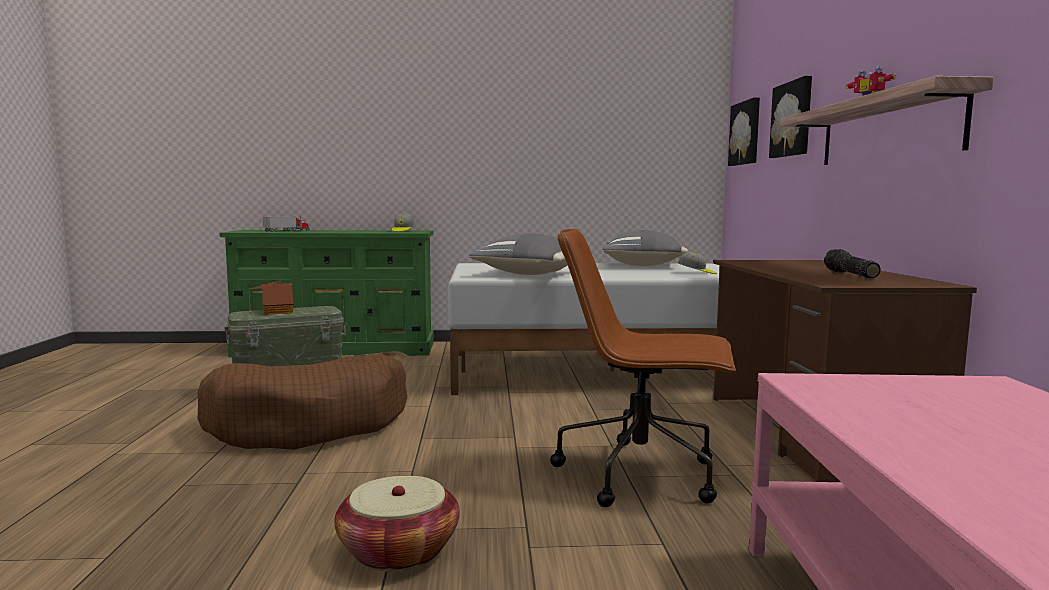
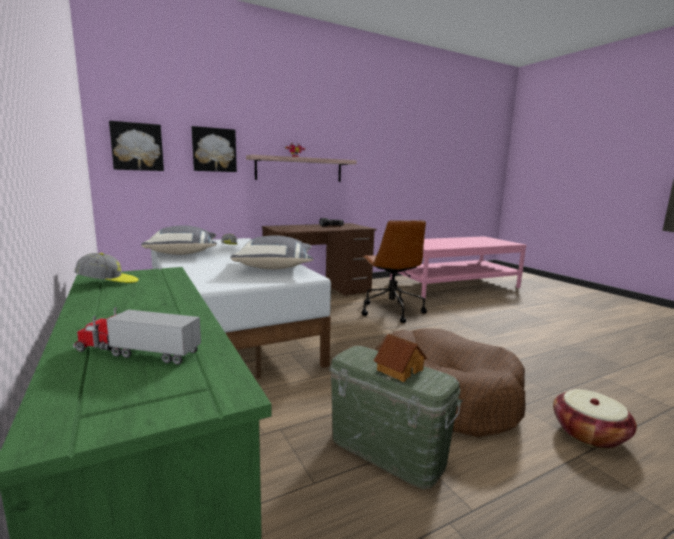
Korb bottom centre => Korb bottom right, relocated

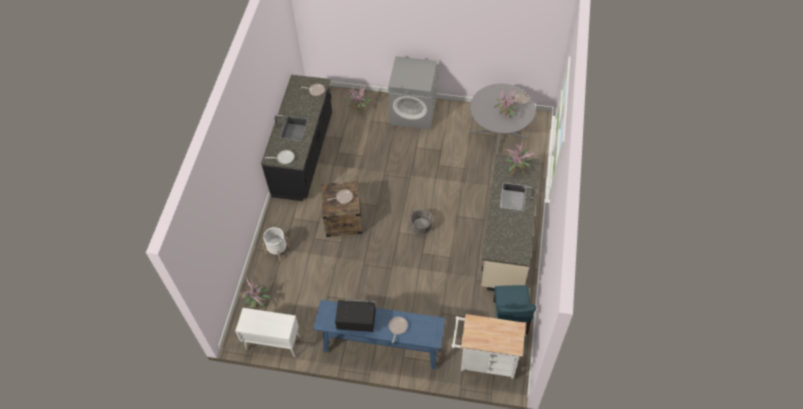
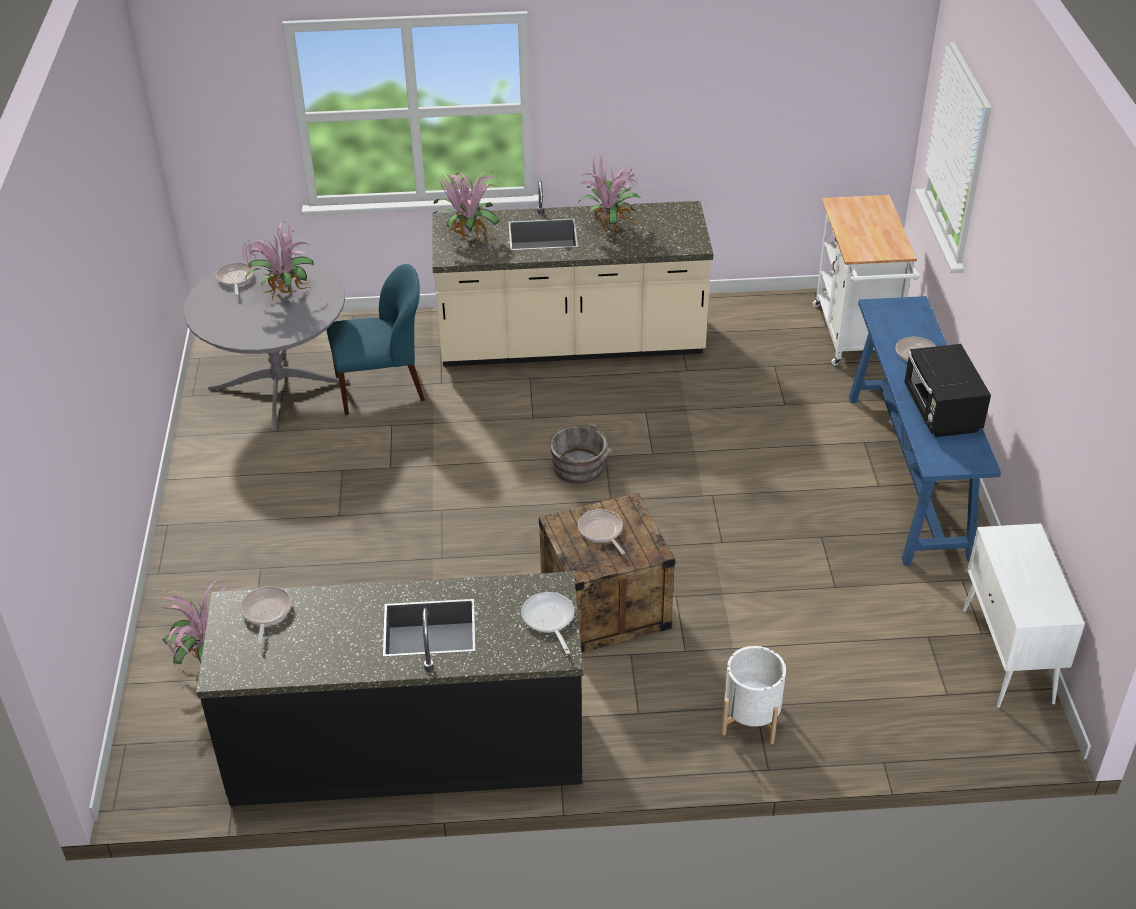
Stuhl [blau] bottom centre => Stuhl [blau] middle left, relocated
Topfpflanze (no. 1 from left in the first image) bottom left => Topfpflanze (no. 4 from left) top centre, relocated
Waschmaschine [grau] top centre => nothing

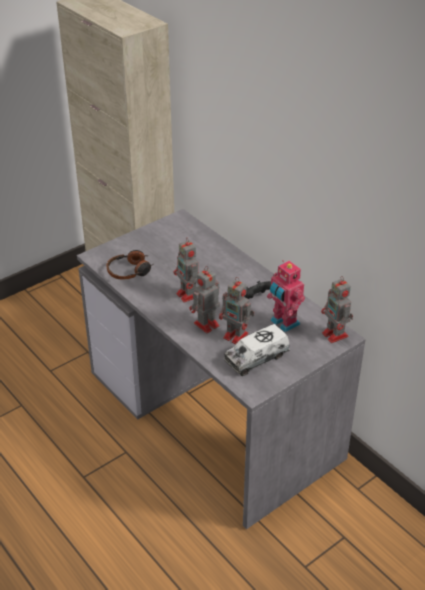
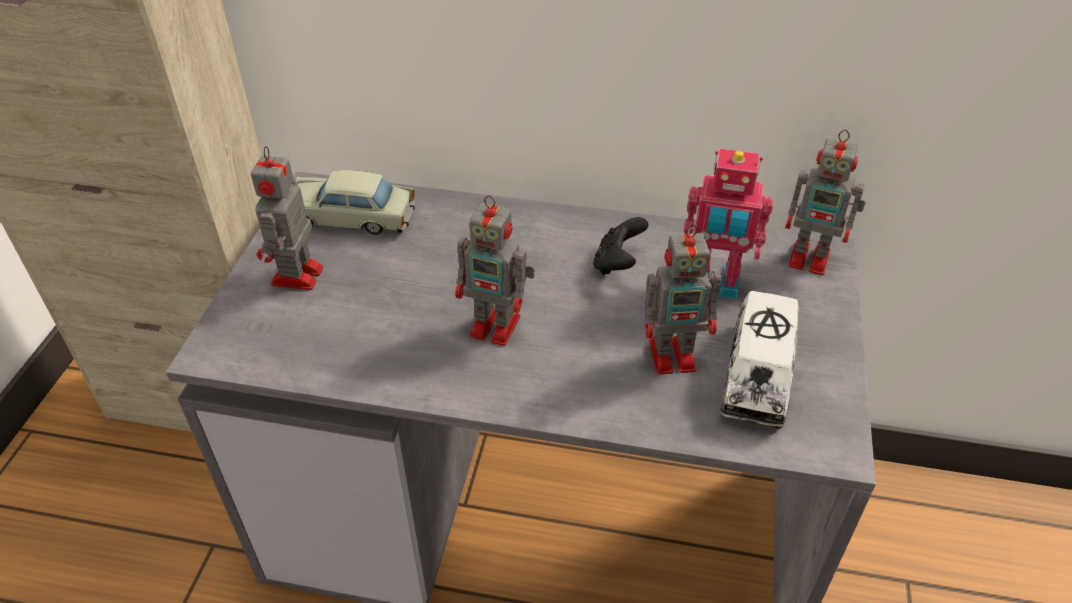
Spielzeugroboter (no. 2 from left in the first image) centre => Spielzeugroboter (no. 1 from left) middle left, relocated
nothing => Spielzeugauto [beige] middle left
Kopfhörer middle left => nothing

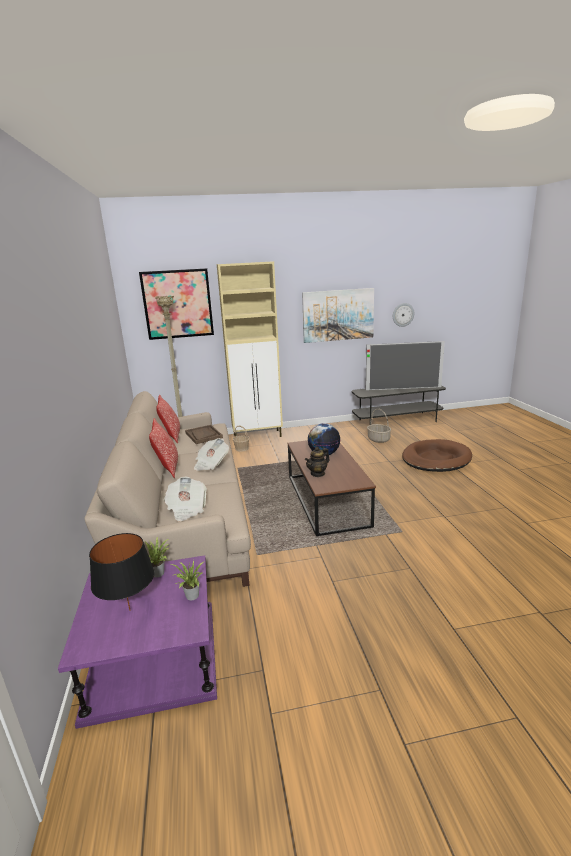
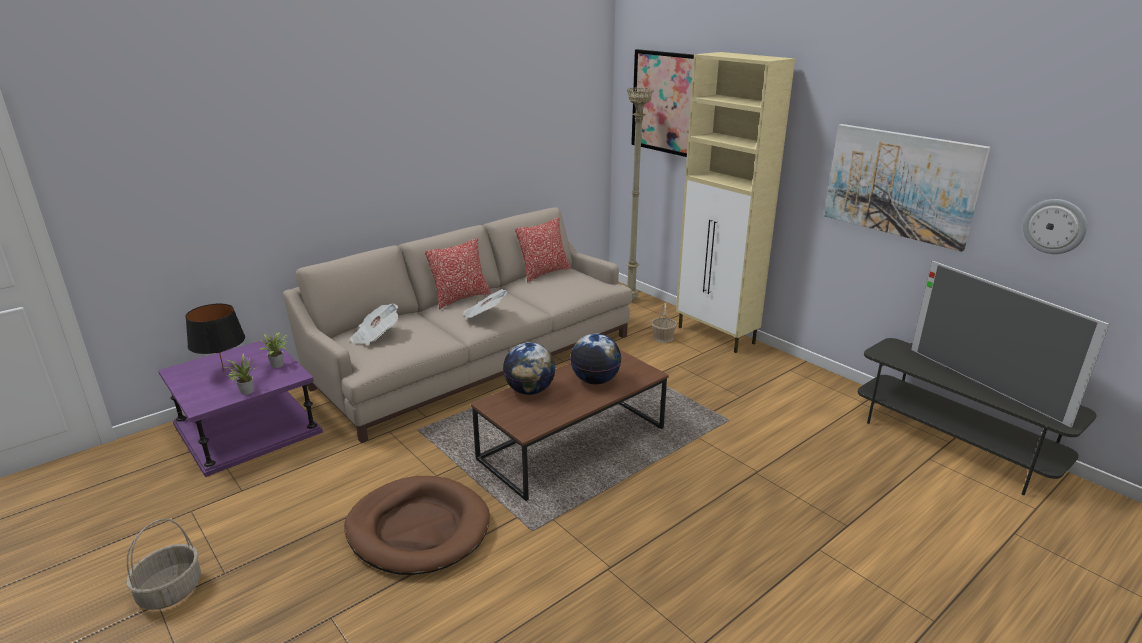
Korb (no. 2 from left in the first image) centre => Korb (no. 1 from left) bottom left, relocated
Hundebett [braun] middle right => Hundebett [braun] bottom centre, relocated
Teekanne centre => Globus (no. 1 from left) centre
Tablett [braun] centre => nothing

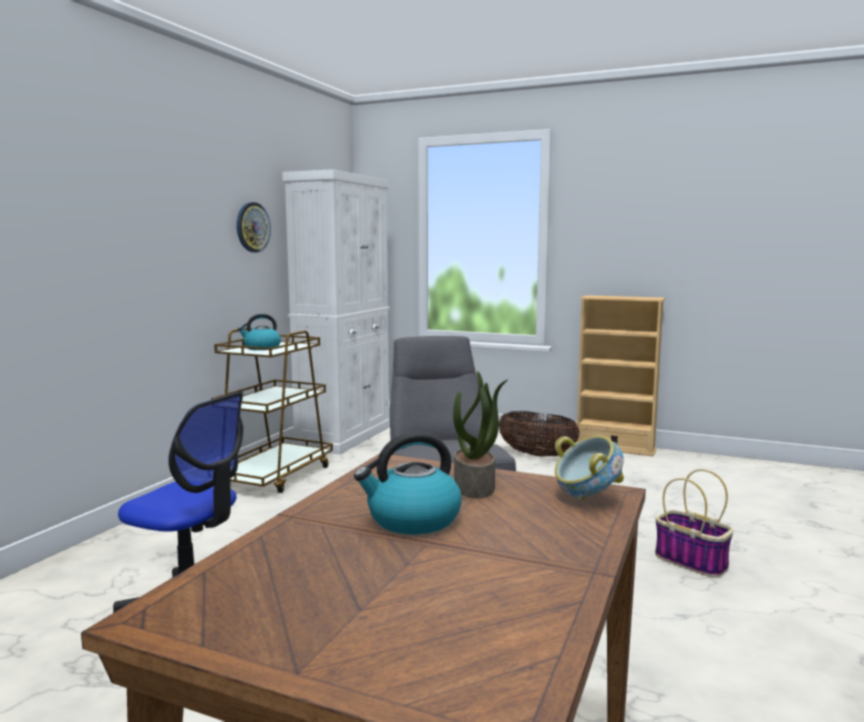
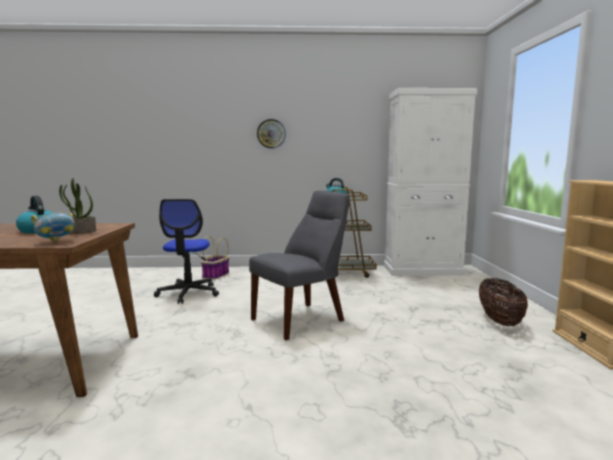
Korb (no. 2 from left in the first image) bottom right => Korb (no. 1 from left) centre, relocated
Wanduhr top left => Wanduhr top centre, relocated

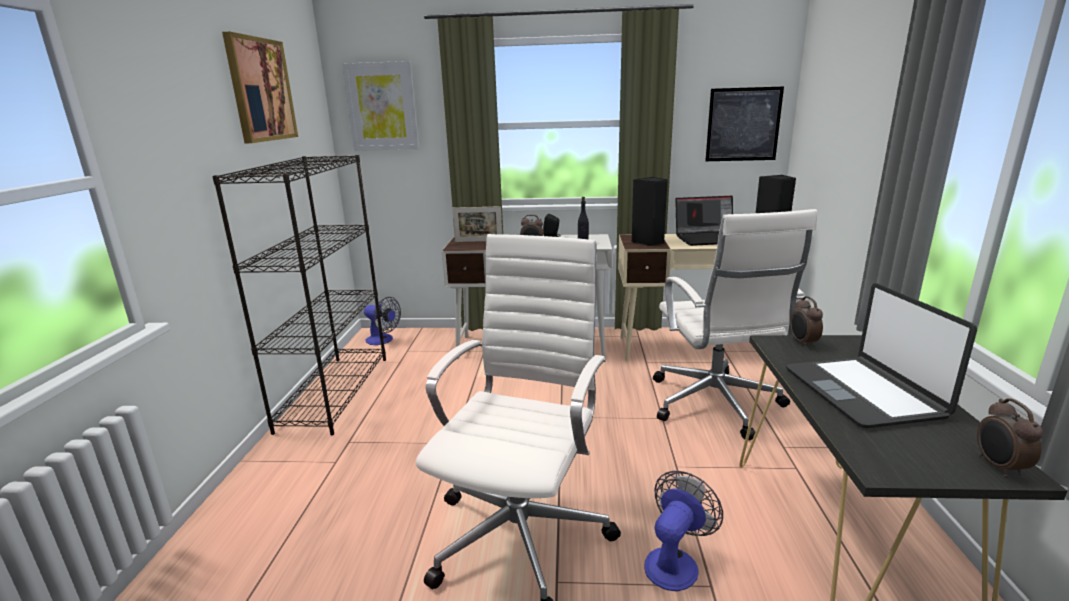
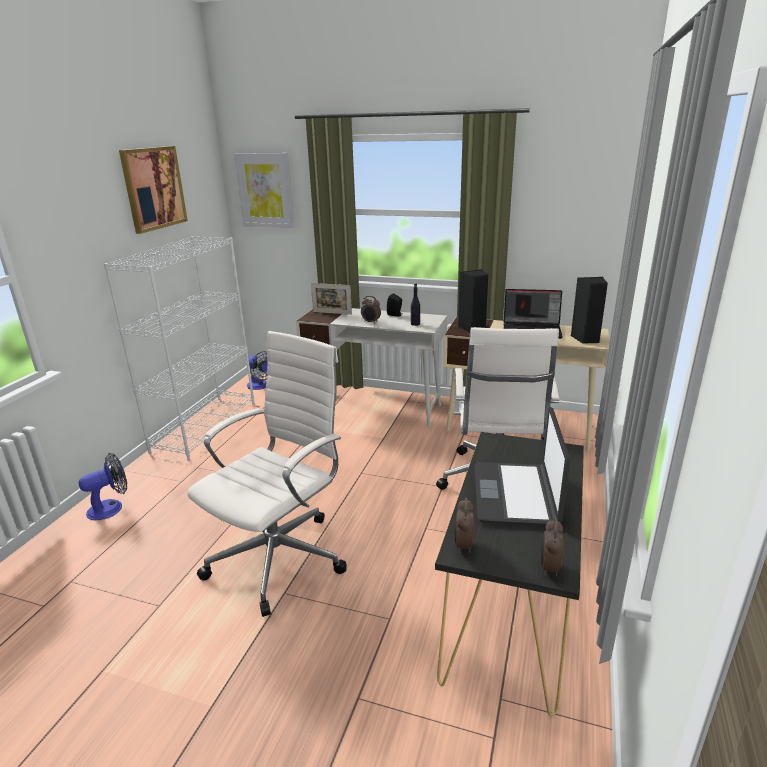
Ventilator (no. 2 from left in the first image) bottom centre => Ventilator (no. 1 from left) middle left, relocated
Bücherregal [schwarz] middle left => Bücherregal [weiß] middle left
Wecker (no. 2 from left) middle right => Wecker (no. 2 from left) bottom centre, relocated
Bild (no. 3 from left) top right => nothing

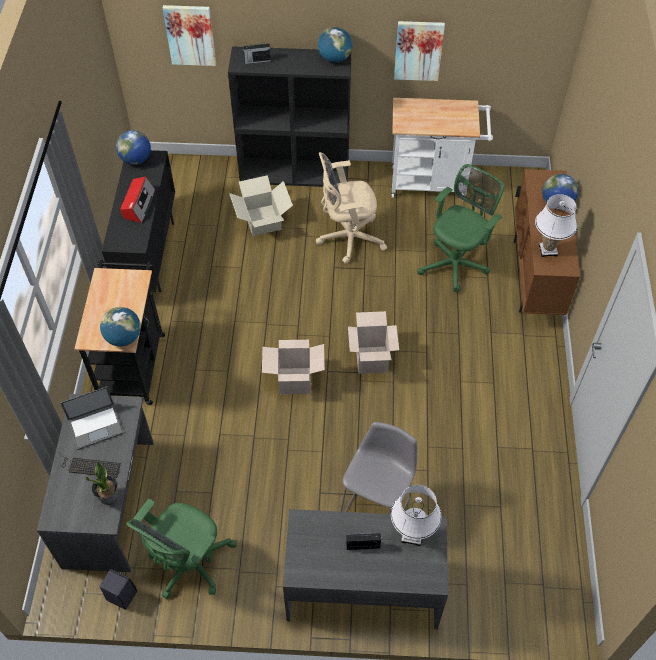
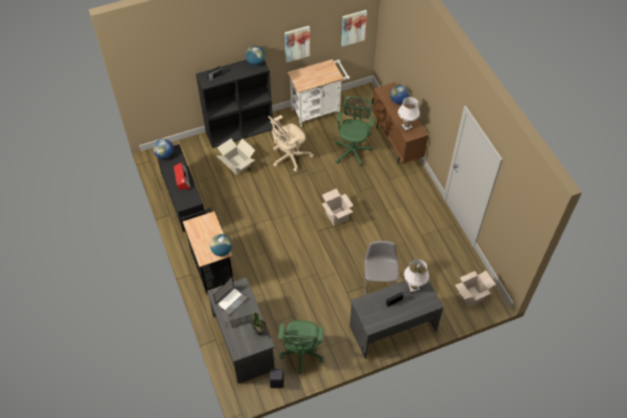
Bild (no. 1 from left in the first image) top left => Bild (no. 2 from left) top centre, relocated
Karton (no. 2 from left in the first image) centre => Karton (no. 3 from left) bottom right, relocated

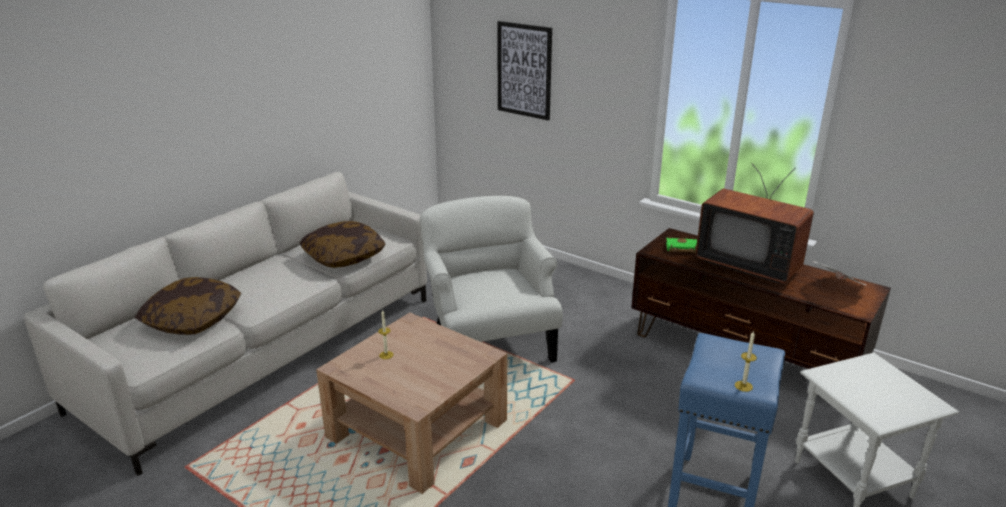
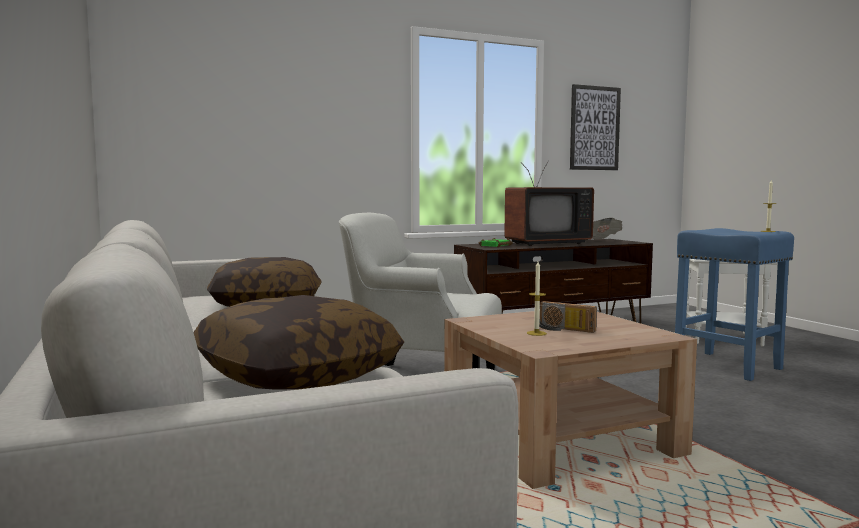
nothing => Radio centre
Bild top centre => Bild top right, relocated

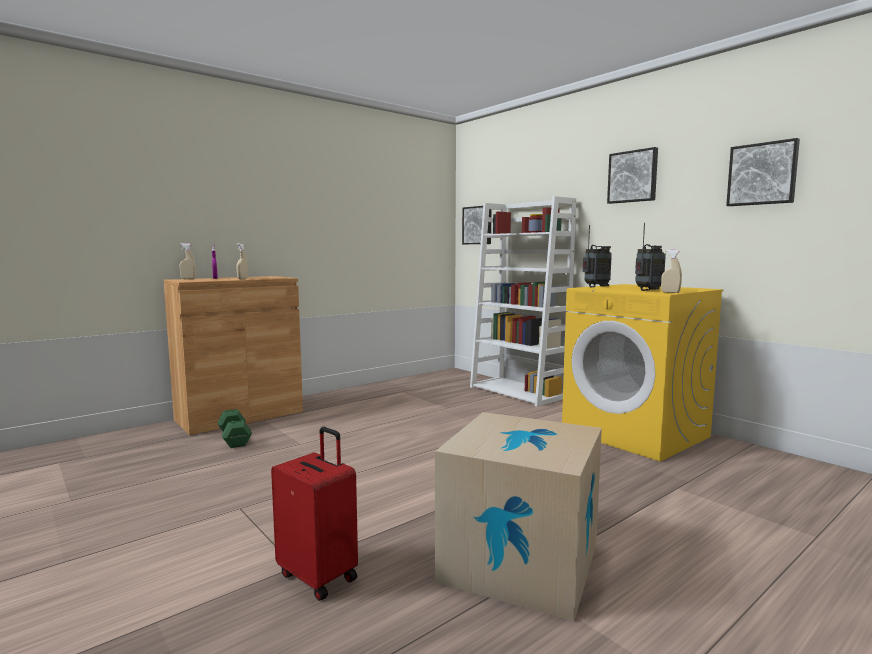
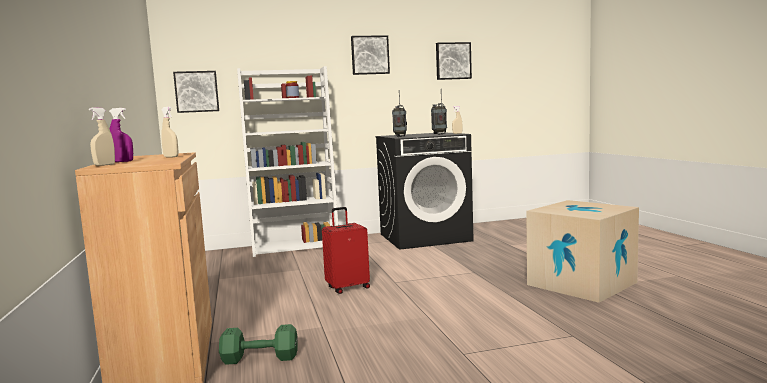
Koffer [rot] bottom centre => Koffer [rot] centre, relocated
Waschmaschine [gelb] middle right => Waschmaschine [schwarz] centre

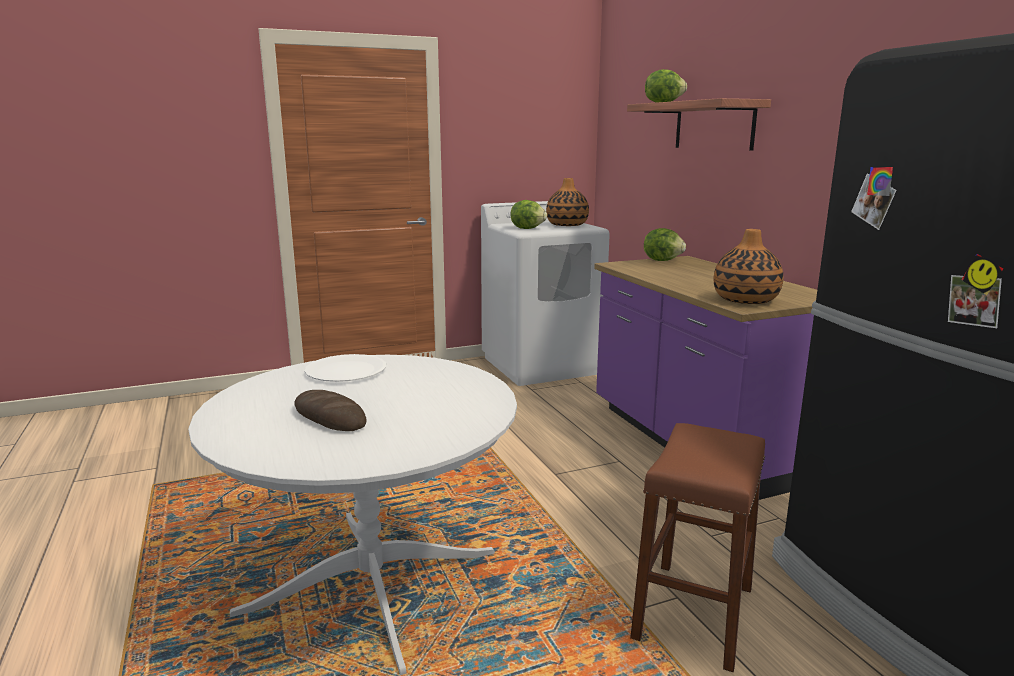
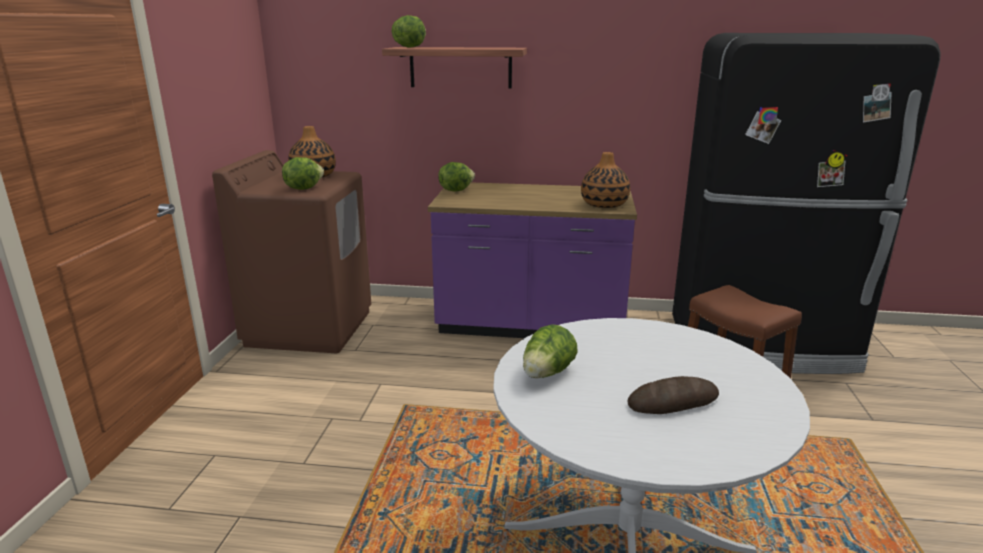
Waschmaschine [weiß] centre => Waschmaschine [braun] middle left
Teller [weiß] centre => Salatkopf (no. 4 from left) centre

